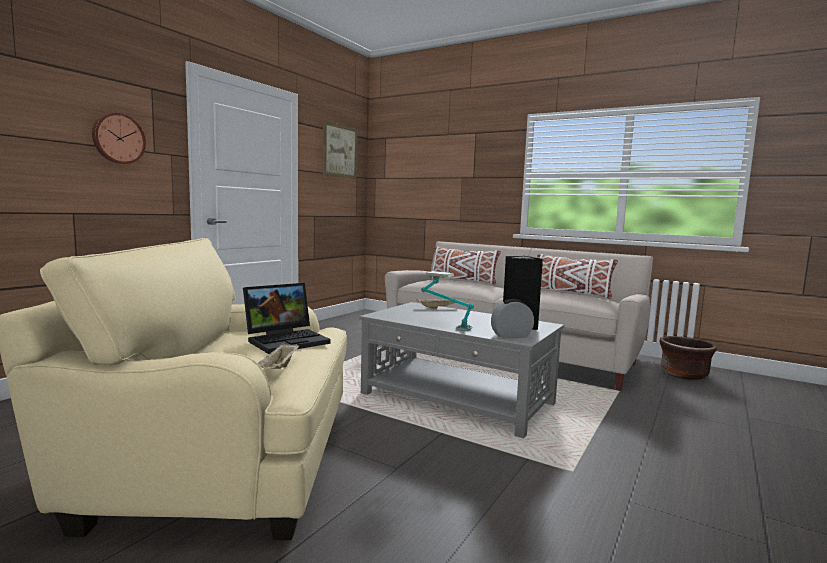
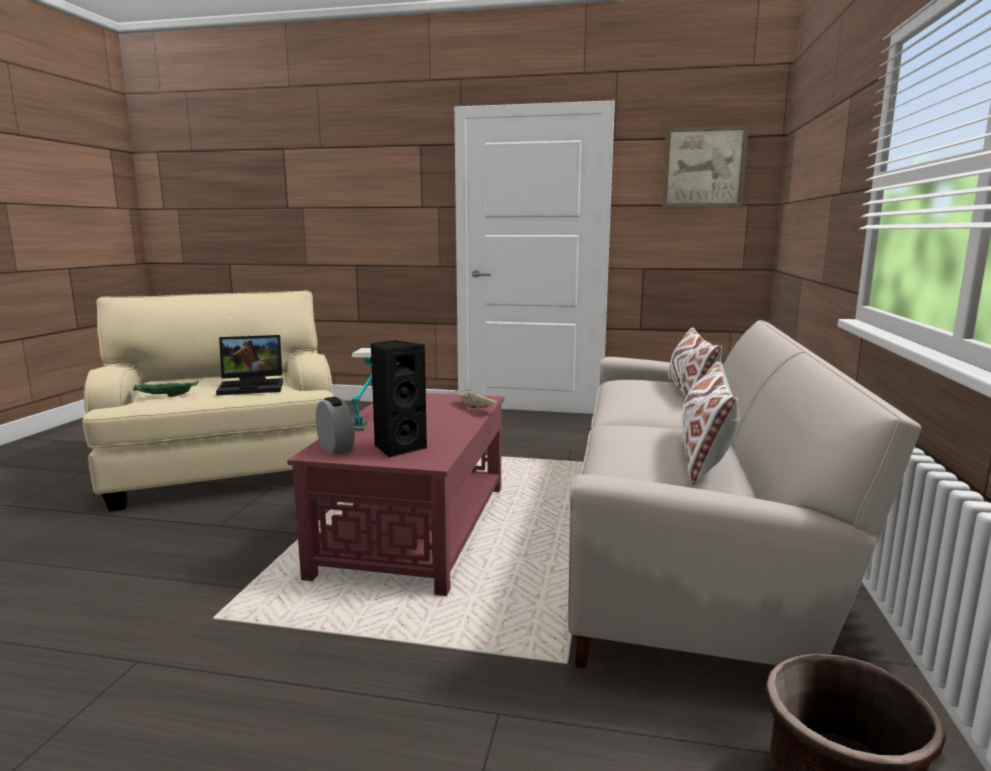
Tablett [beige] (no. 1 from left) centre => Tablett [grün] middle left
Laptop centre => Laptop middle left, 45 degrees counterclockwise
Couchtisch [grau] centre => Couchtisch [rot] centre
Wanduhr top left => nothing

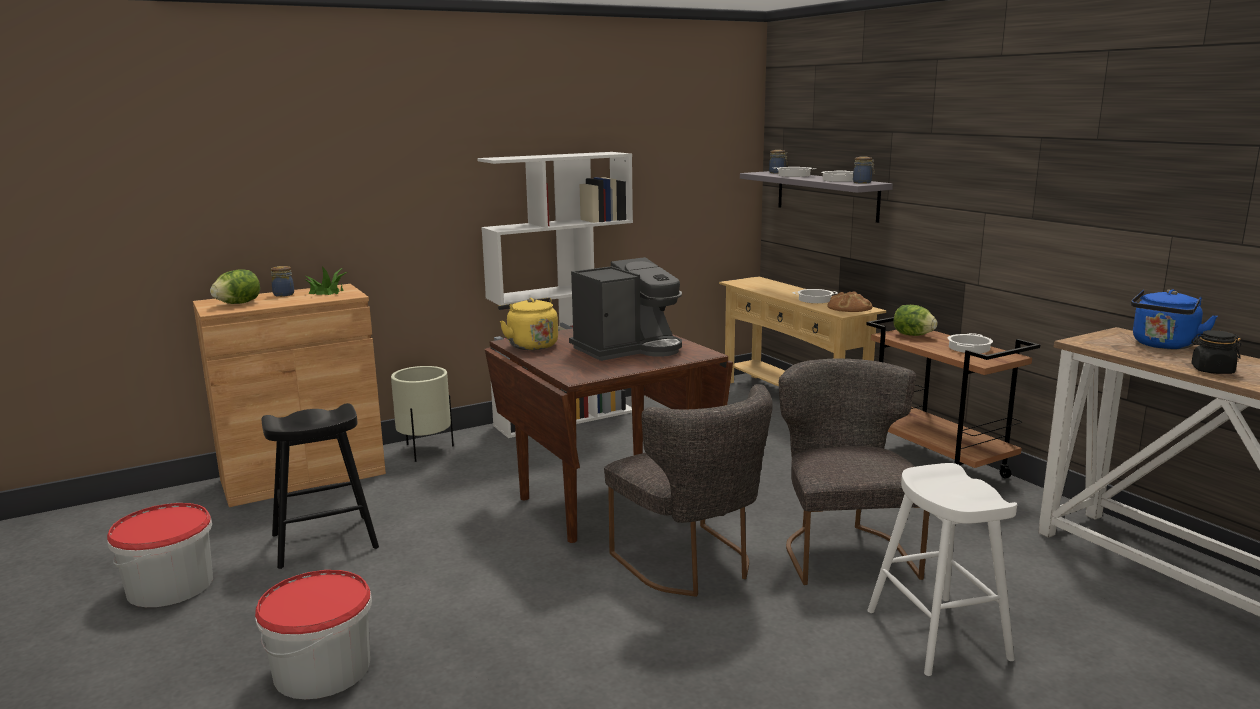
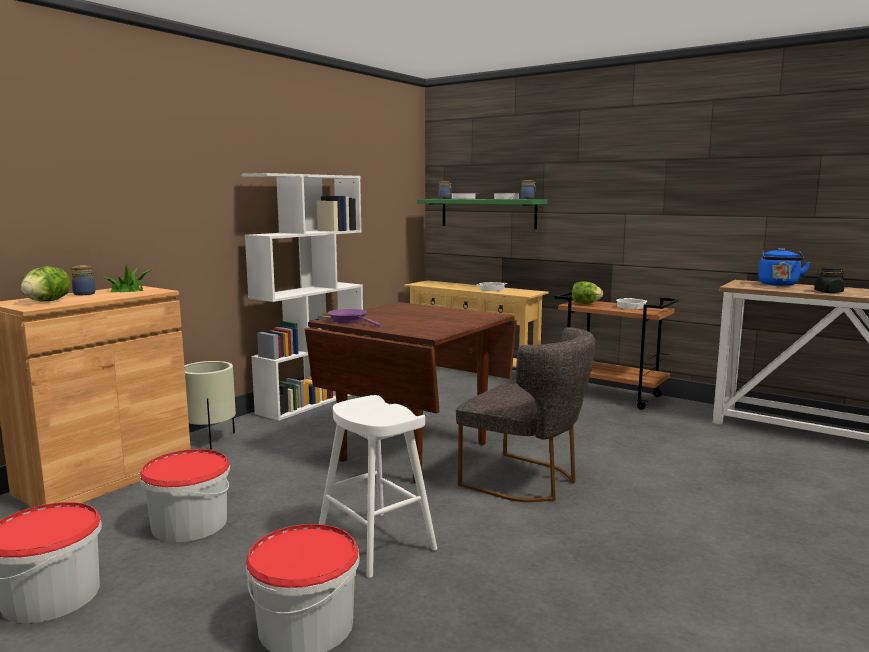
Hocker [schwarz] bottom left => Eimer (no. 2 from left) bottom left
Hocker [weiß] bottom right => Hocker [weiß] bottom centre, relocated
Wasserkessel [gelb] centre => Pfanne [lila] centre
Wandregal [grau] top centre => Wandregal [grün] top centre
Kaffeemaschine centre => nothing
Stuhl [grau] (no. 2 from left) middle right => nothing
Brot middle right => nothing

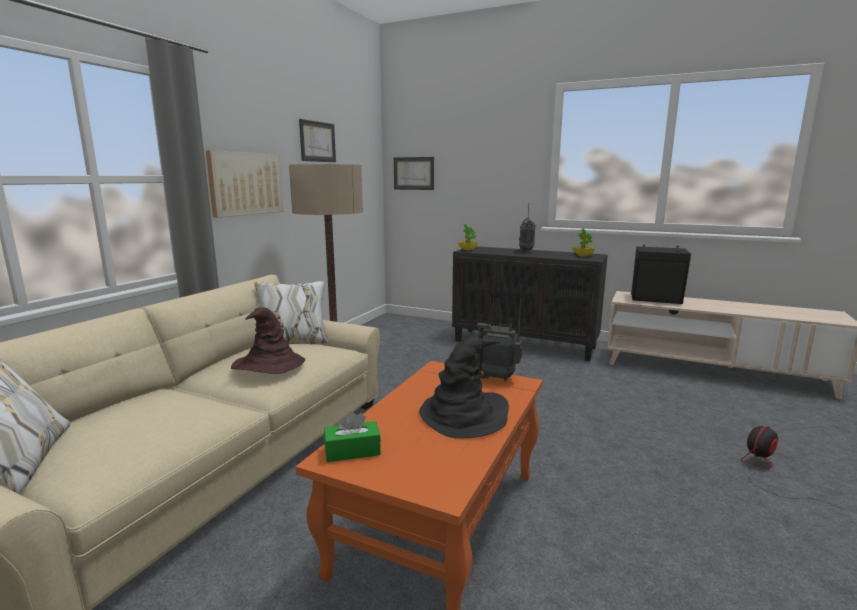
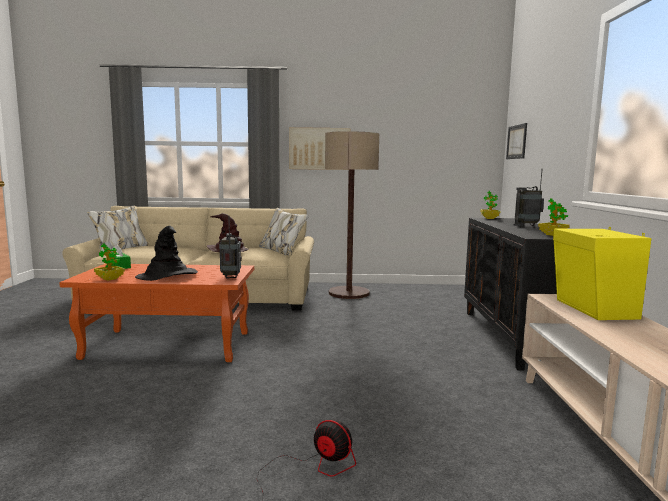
nothing => Topfpflanze (no. 1 from left) middle left
Lautsprecher [schwarz] middle right => Lautsprecher [gelb] middle right
Bild (no. 2 from left) top centre => nothing

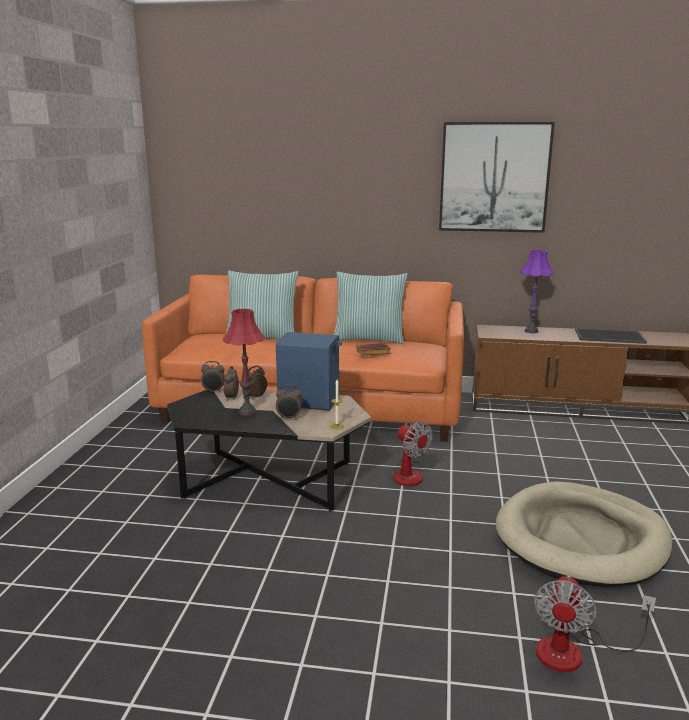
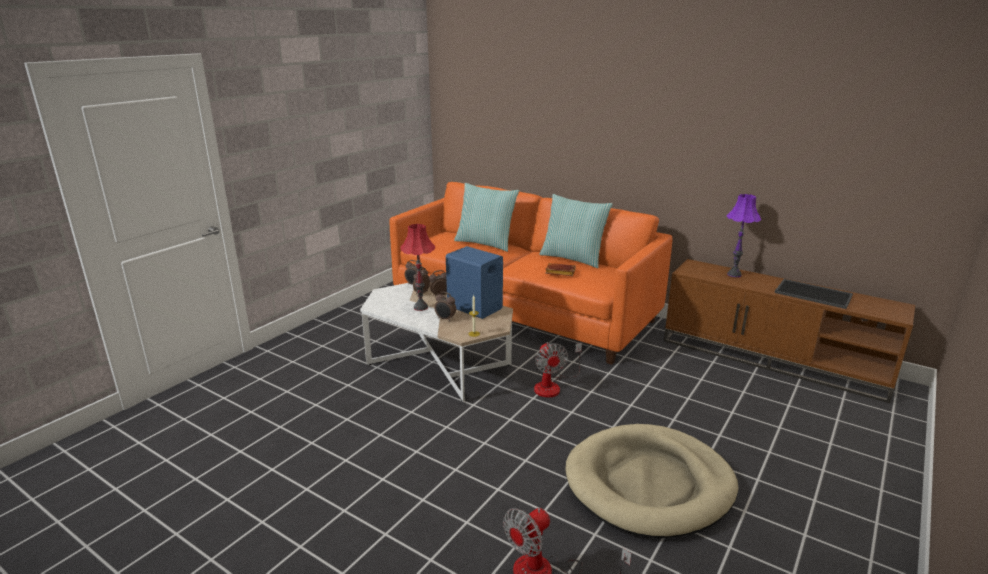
Couchtisch [schwarz] centre => Couchtisch [weiß] centre
Bild top right => nothing

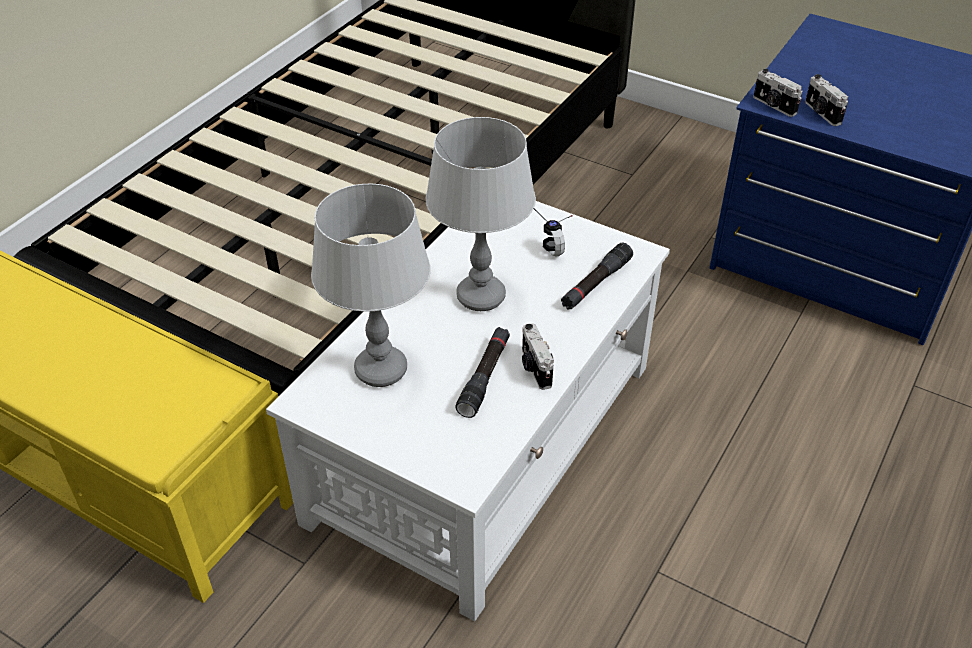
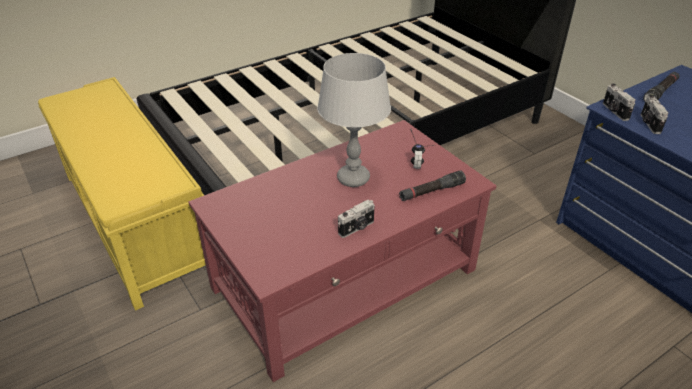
Couchtisch [weiß] centre => Couchtisch [rot] centre
Kamera (no. 1 from left) centre, 135 degrees counterclockwise
Taschenlampe [schwarz] (no. 1 from left in the first image) centre => Taschenlampe [schwarz] (no. 2 from left) top right, relocated
Tischlampe [grau] (no. 1 from left) centre => nothing

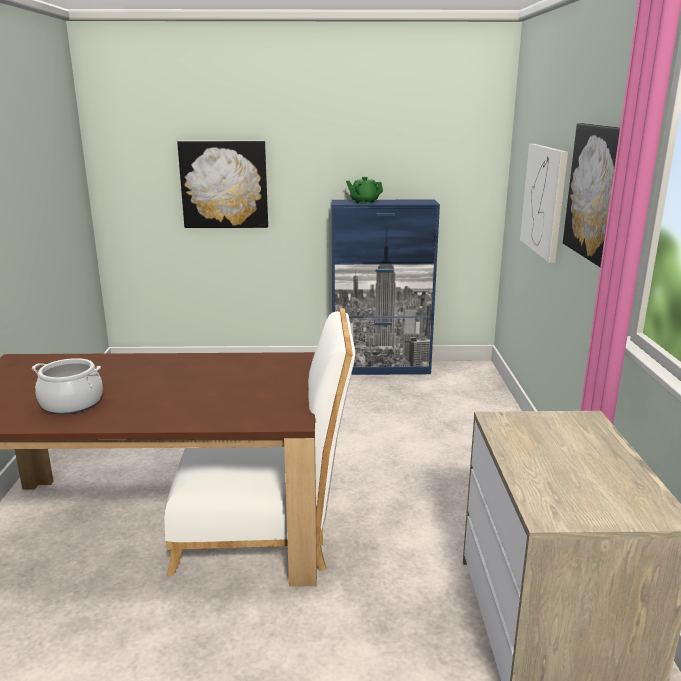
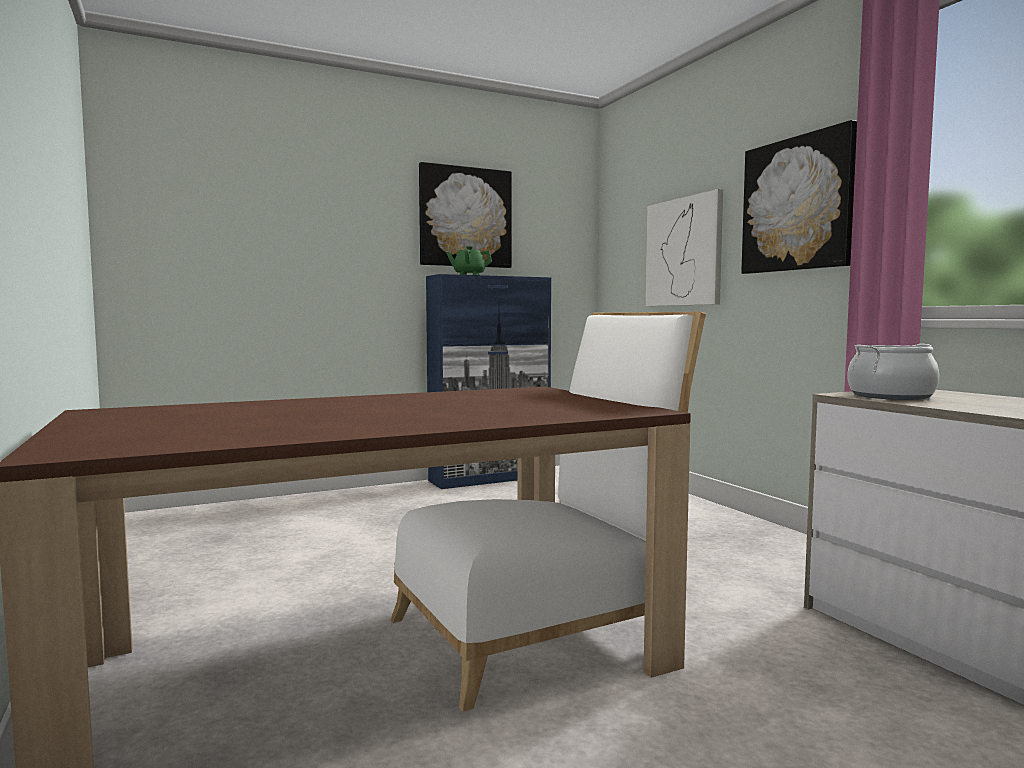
Bild (no. 1 from left) top left => Bild (no. 1 from left) top centre, relocated
Kochtopf middle left => Kochtopf middle right, relocated

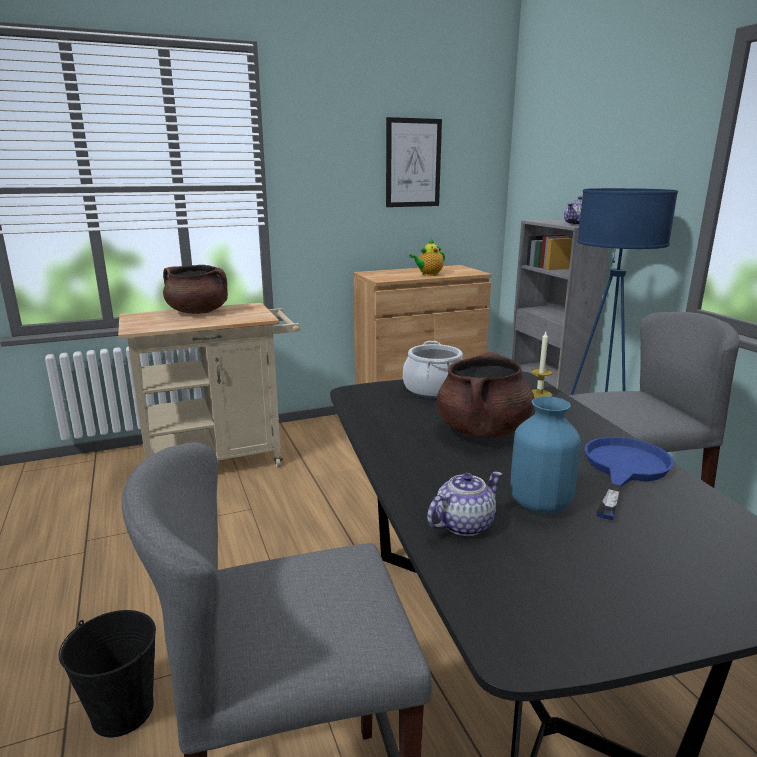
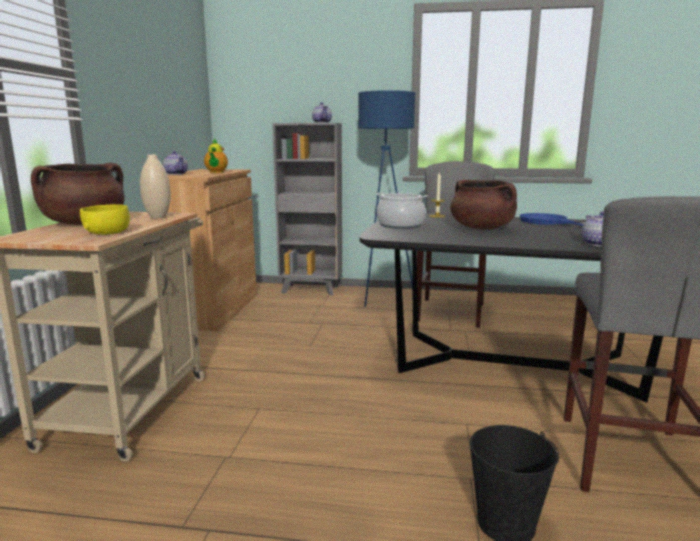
nothing => Schüssel [gelb] middle left
nothing => Vase [beige] middle left
nothing => Teekanne (no. 1 from left) top left
Bild top centre => nothing
Vase [blau] middle right => nothing

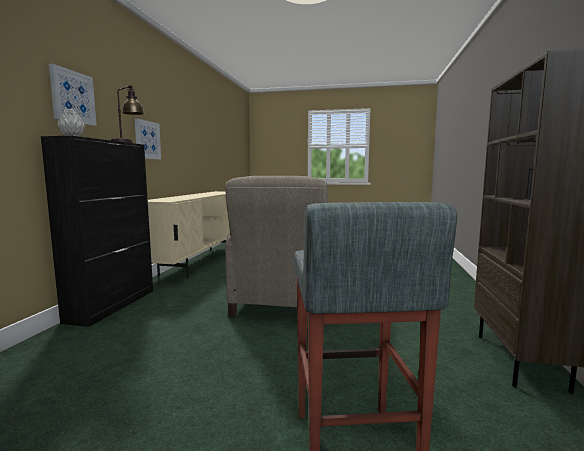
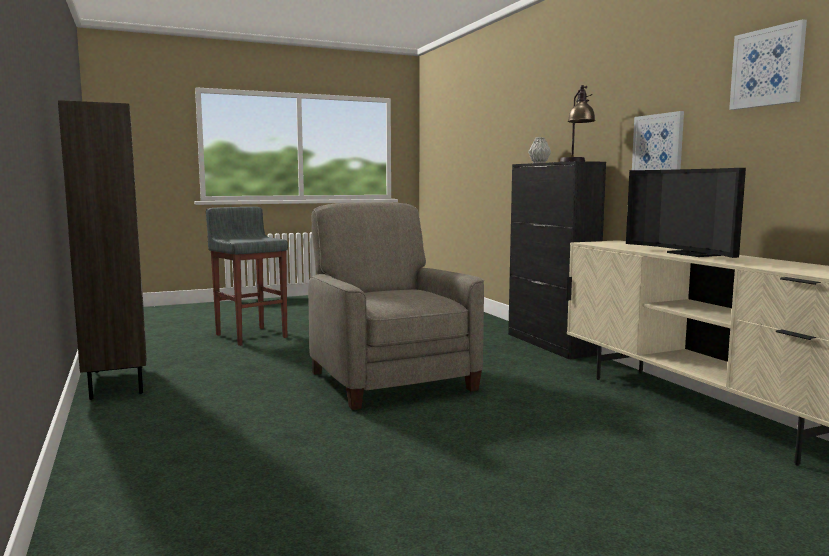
nothing => Fernseher middle right
Bild (no. 1 from left in the first image) top left => Bild (no. 2 from left) top right, relocated

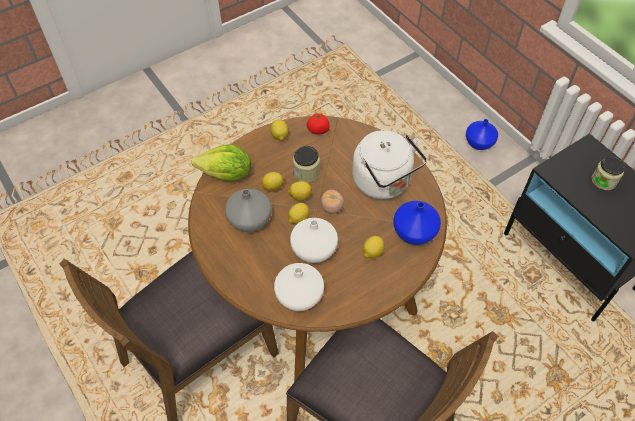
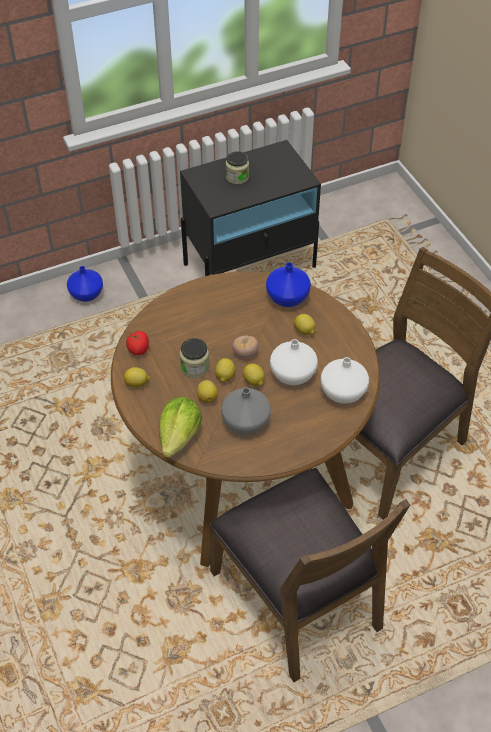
Wasserkessel [weiß] centre => nothing

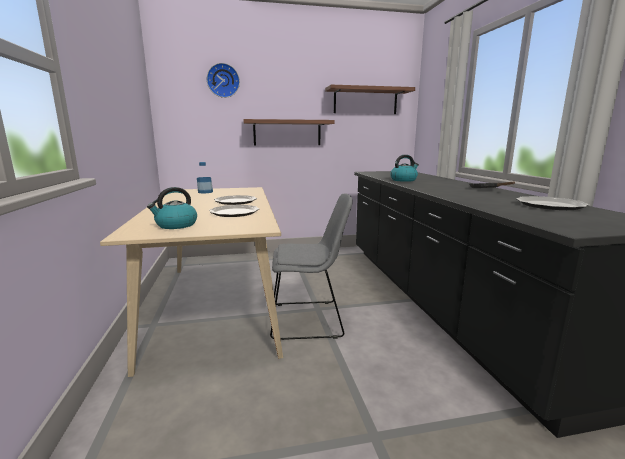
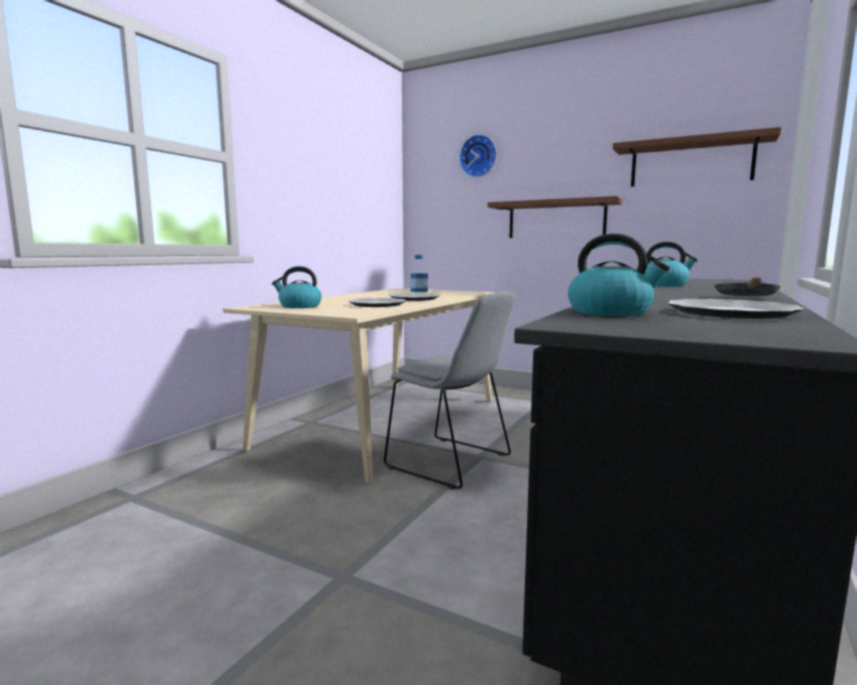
nothing => Wasserkessel (no. 2 from left) middle right

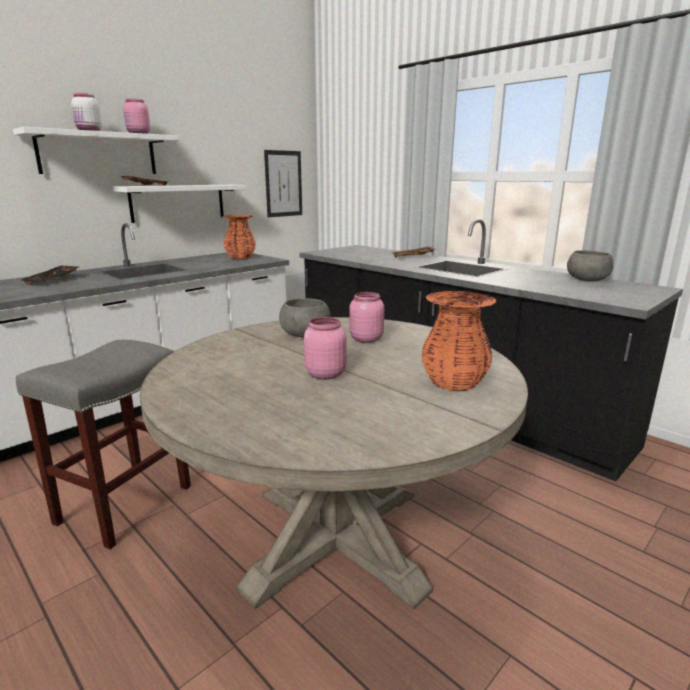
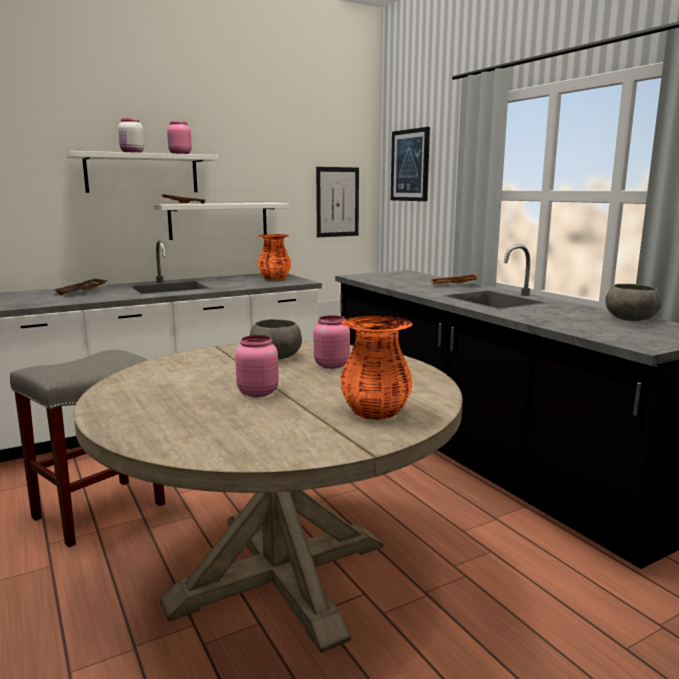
nothing => Bild (no. 2 from left) top centre

